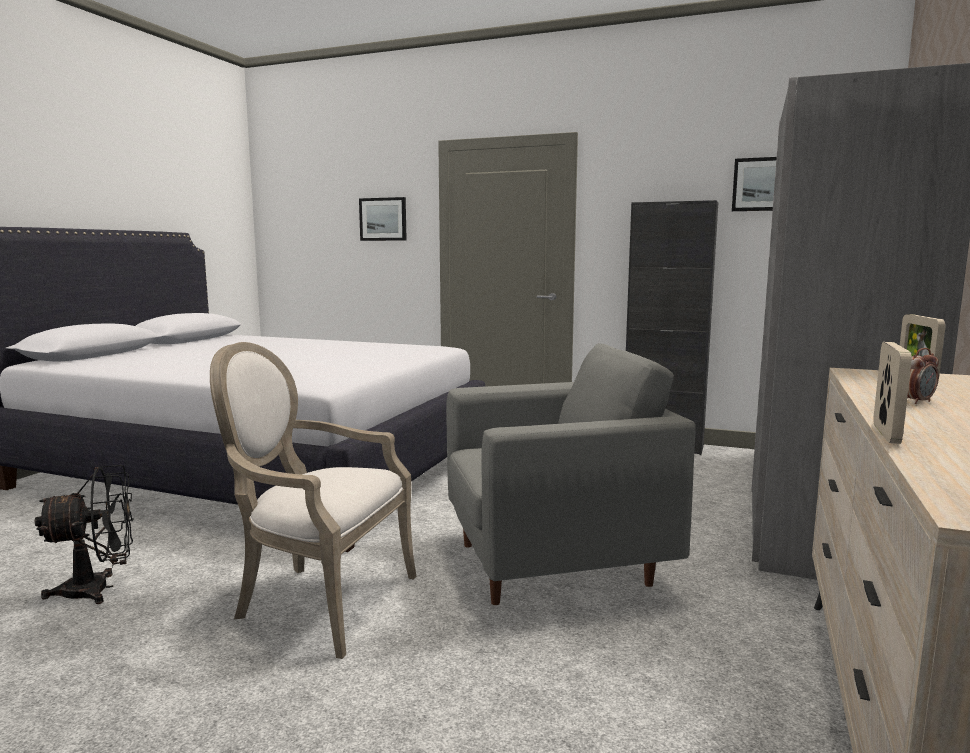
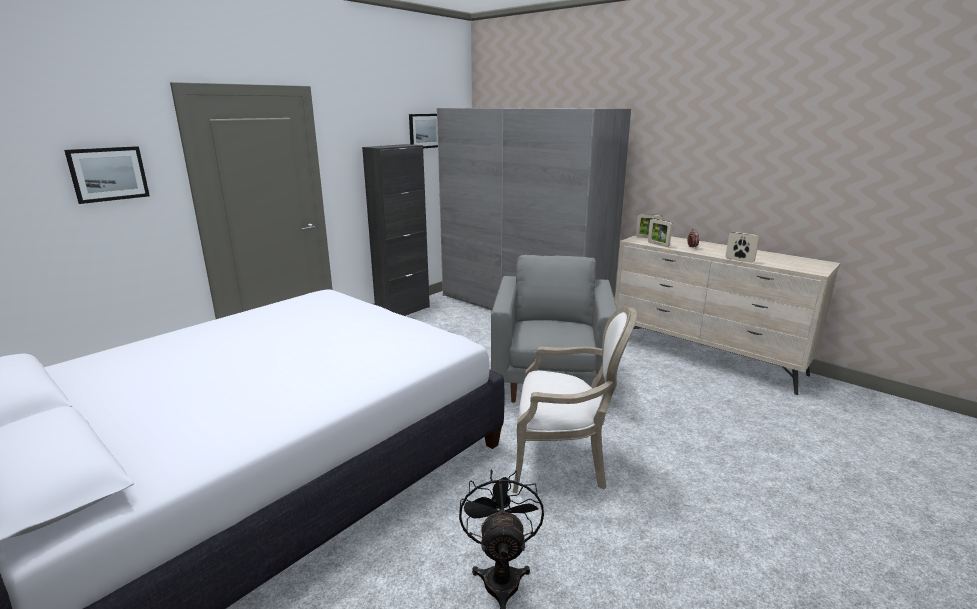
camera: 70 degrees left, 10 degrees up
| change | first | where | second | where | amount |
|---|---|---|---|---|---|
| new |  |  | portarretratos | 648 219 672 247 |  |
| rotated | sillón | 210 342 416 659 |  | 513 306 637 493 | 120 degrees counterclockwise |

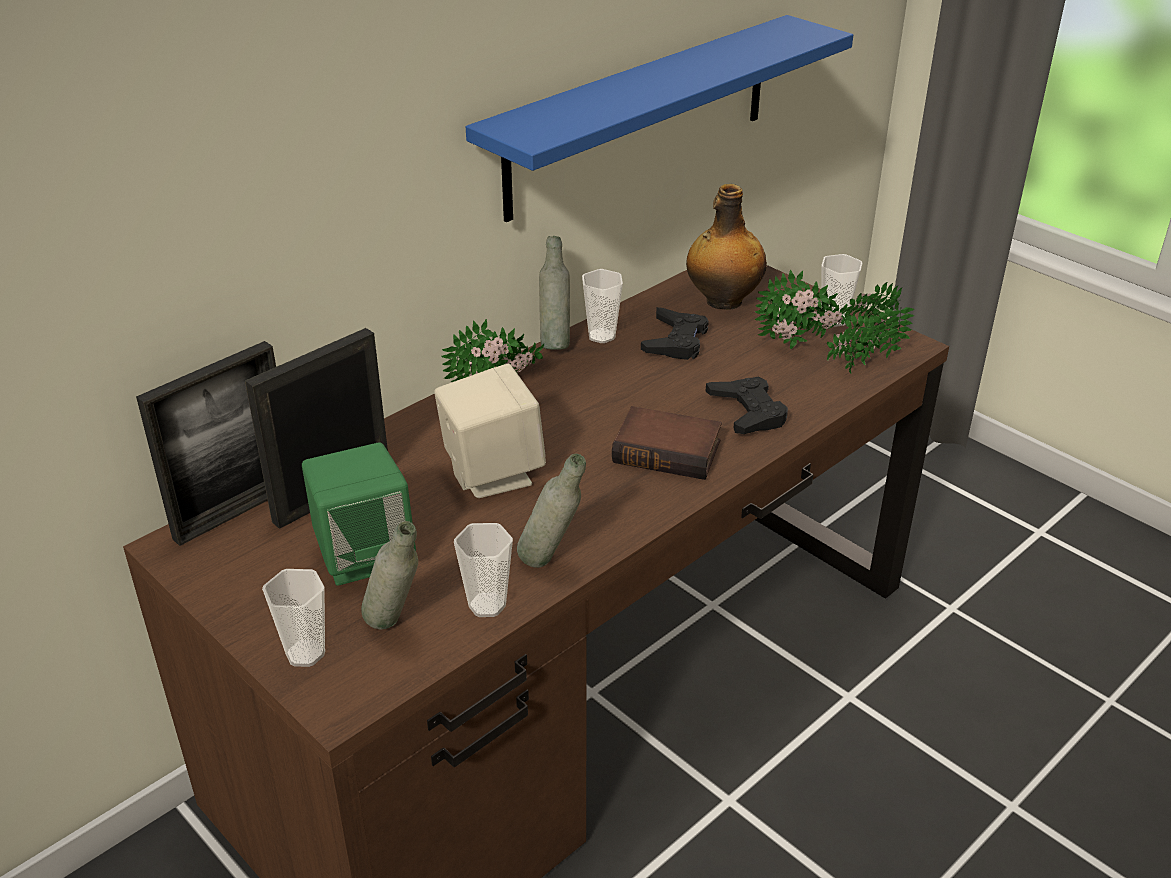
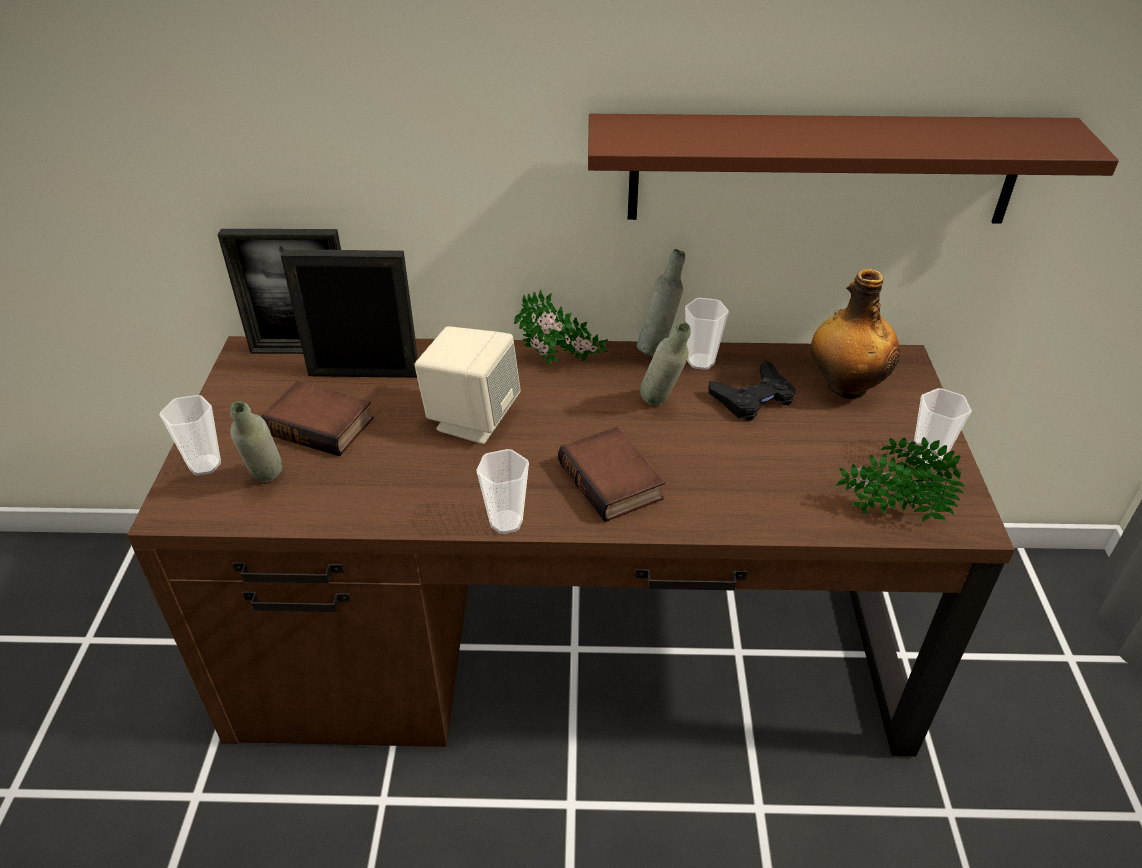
camera: 45 degrees right, 5 degrees up
| change | first | where | second | where | amount |
|---|---|---|---|---|---|
| gone | mando de consola/negro | 706 377 788 434 |  |  |  |
| gone | planta en maceta | 755 270 852 349 |  |  |  |
| shifted | taza | 454 523 513 617 |  | 476 449 529 534 |  |
| shifted | botella/gris | 517 453 586 568 |  | 640 322 691 405 |  |
| swapped | altavoz/verde | 302 442 416 586 | libro | 260 381 374 456 |  |
| repainted | estante/azul | 466 15 853 222 | estante/marrón | 588 114 1119 224 |  |

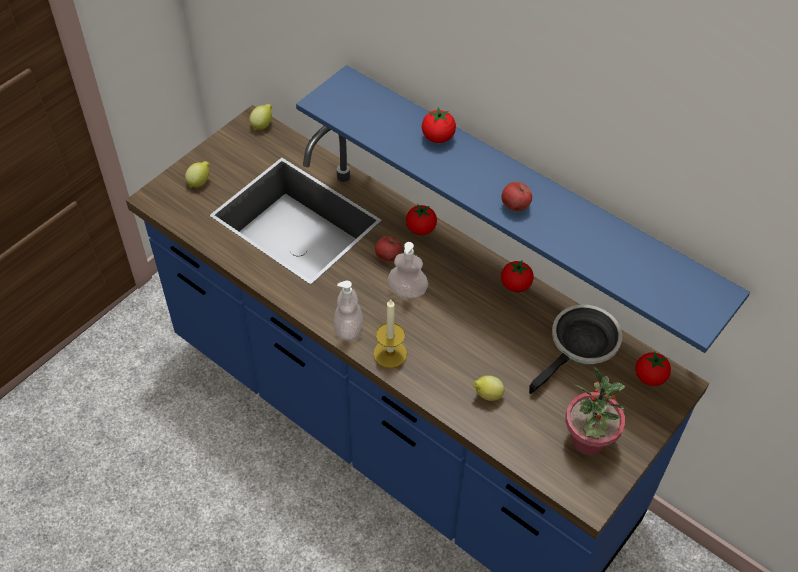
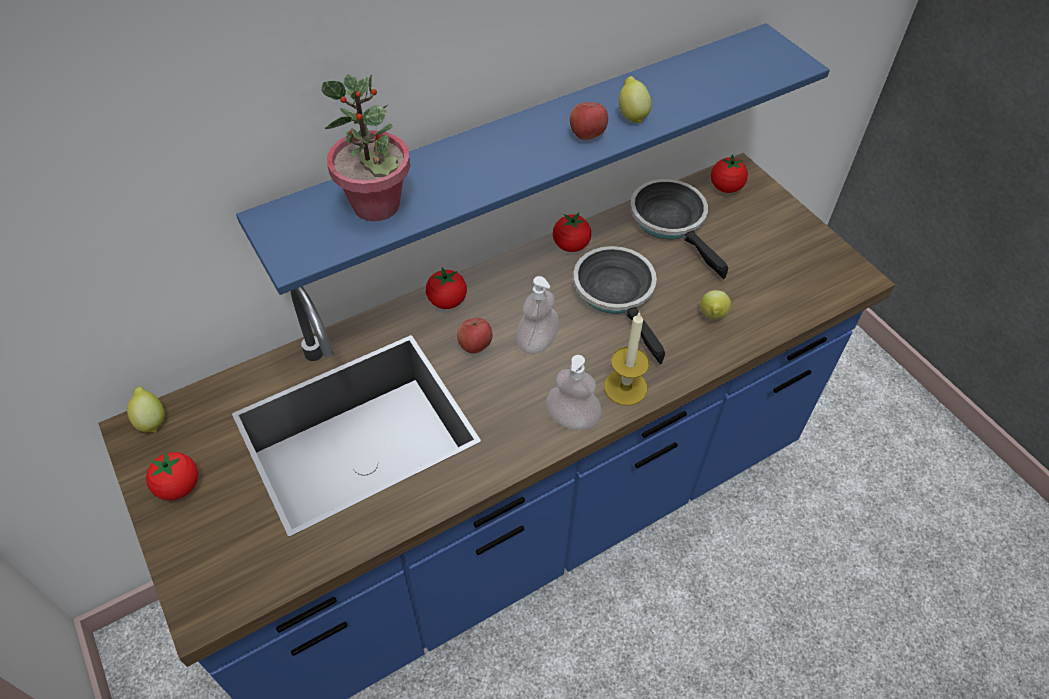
camera: 70 degrees left, 0 degrees up
| change | first | where | second | where | amount |
|---|---|---|---|---|---|
| new |  |  | sartén | 573 246 665 364 |  |
| shifted | limón | 185 161 210 188 |  | 619 76 652 123 |  |
| shifted | tomate | 422 107 456 143 |  | 146 451 198 500 |  |
| shifted | planta en maceta | 565 367 625 455 |  | 322 75 410 221 |  |

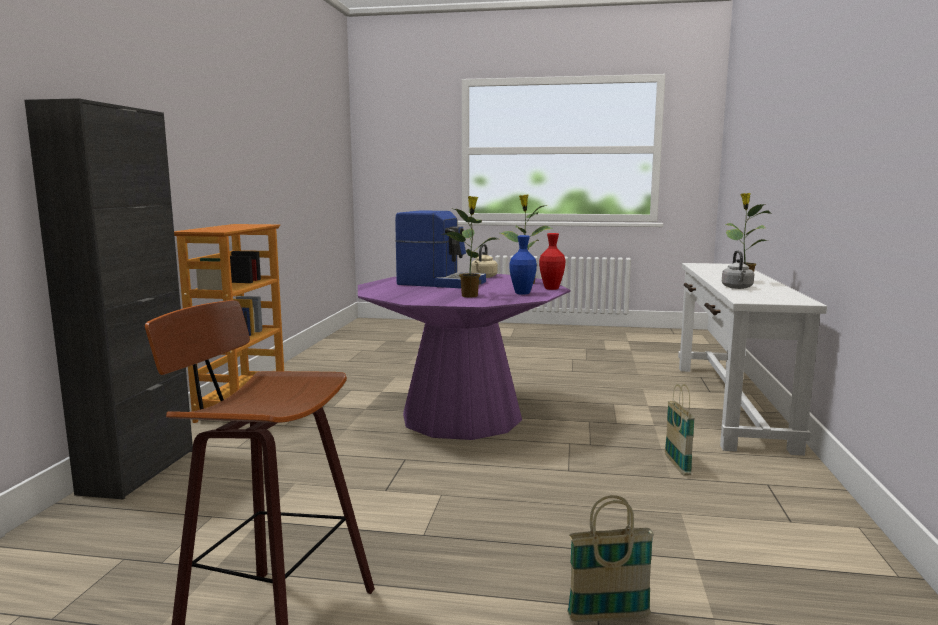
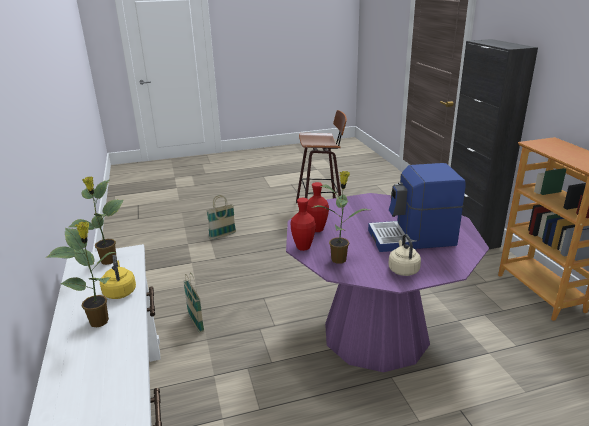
camera: 155 degrees right, 15 degrees up
| change | first | where | second | where | amount |
|---|---|---|---|---|---|
| shifted | planta en maceta | 442 196 497 298 |  | 69 176 124 265 |  |
| repainted | florero/azul | 509 235 537 295 | florero/rojo | 306 182 329 232 |  |
| repainted | hervidor/gris | 722 250 754 289 | hervidor/amarillo | 100 255 136 299 |  |

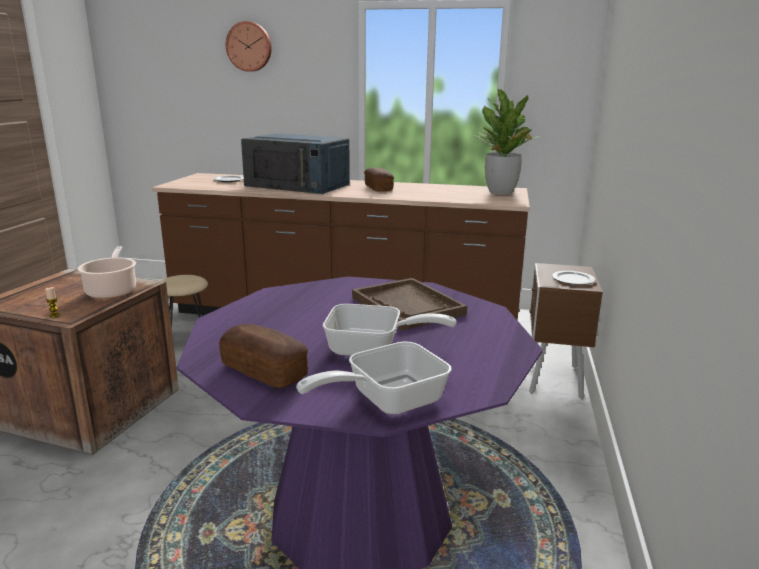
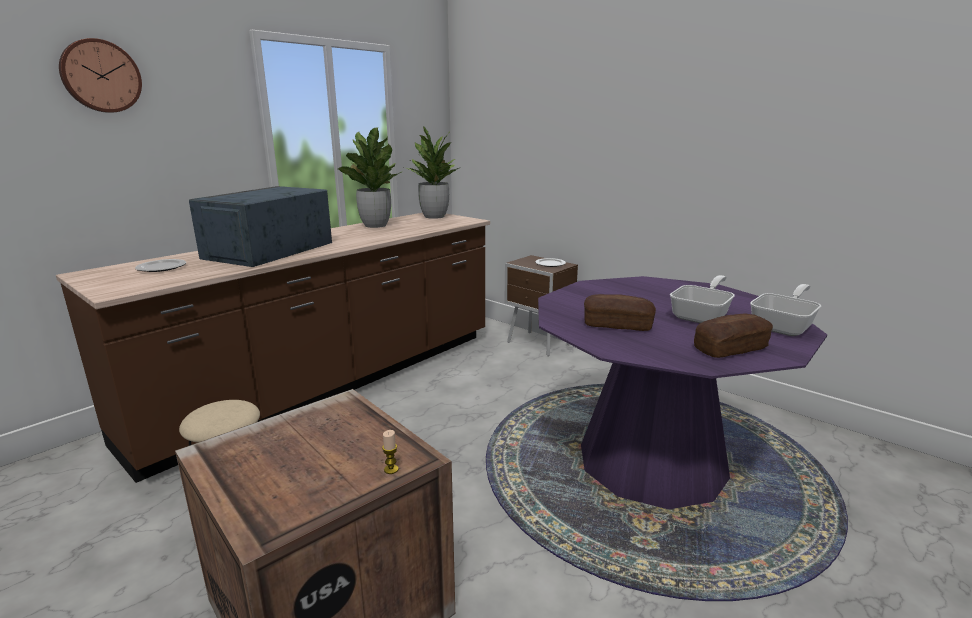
camera: 60 degrees left, 0 degrees up
| change | first | where | second | where | amount |
|---|---|---|---|---|---|
| gone | olla | 77 246 136 299 |  |  |  |
| gone | bandeja/marrón | 352 278 467 330 |  |  |  |
| new |  |  | planta en maceta | 338 127 401 228 |  |
| shifted | pan | 364 167 394 192 |  | 584 294 656 331 |  |
| rotated | microondas/azul | 241 133 350 194 |  | 189 186 332 267 | 150 degrees clockwise |
| rotated | sartén | 296 342 452 415 |  | 750 284 821 336 | 135 degrees counterclockwise |

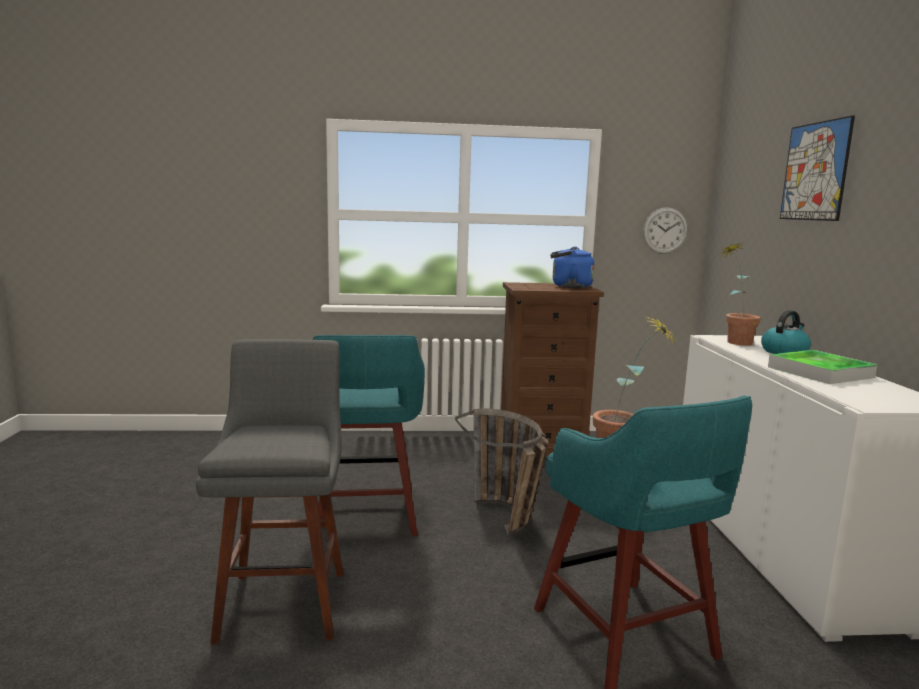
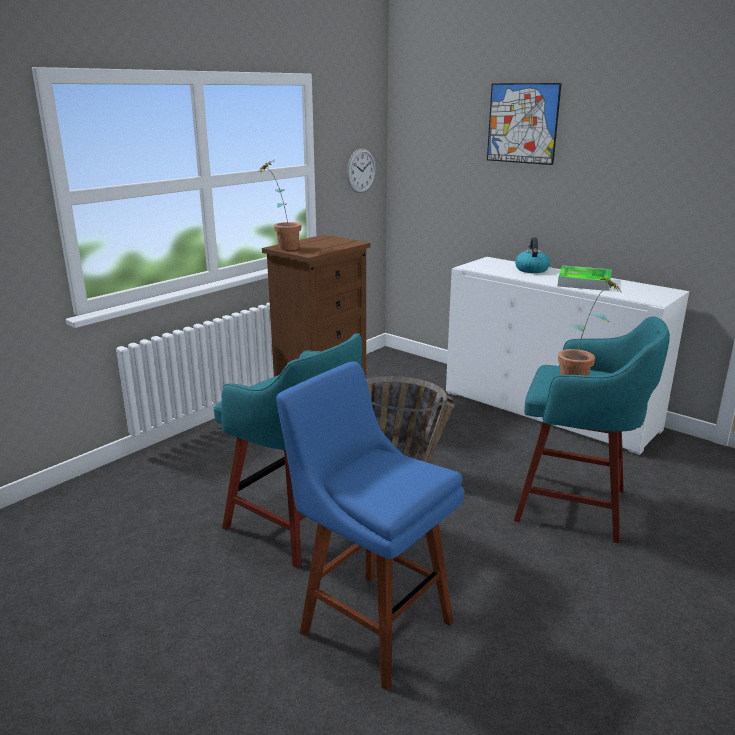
camera: 45 degrees left, 10 degrees up
| change | first | where | second | where | amount |
|---|---|---|---|---|---|
| gone | hervidor/azul | 550 247 595 288 |  |  |  |
| shifted | planta en maceta | 718 242 761 346 |  | 256 160 301 250 |  |
| repainted | taburete/gris | 196 339 343 644 | taburete/azul | 276 362 465 690 |  |

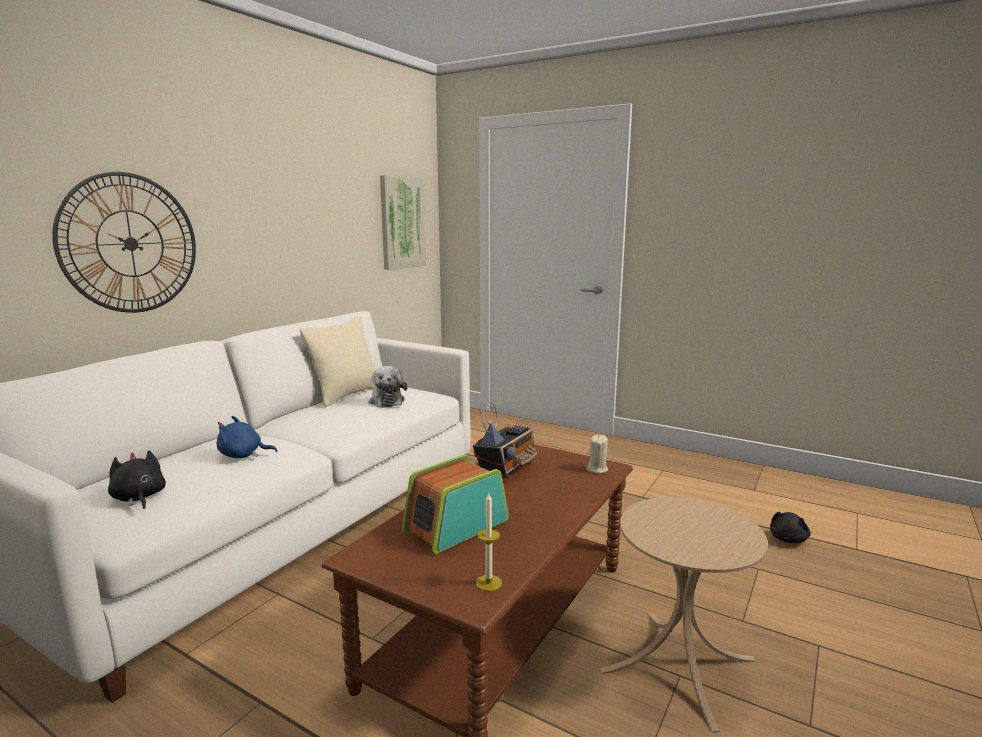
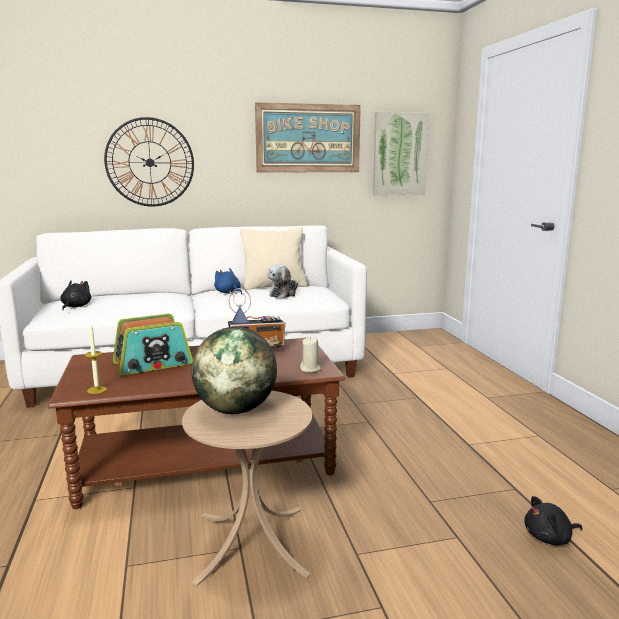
camera: 45 degrees right, 0 degrees up
| change | first | where | second | where | amount |
|---|---|---|---|---|---|
| new |  |  | globo terráqueo | 191 327 277 414 |  |
| new |  |  | cuadro | 255 102 361 173 |  |
| shifted | peluche/azul | 217 416 278 458 |  | 214 268 242 294 |  |
| rotated | radio | 402 455 509 554 |  | 113 314 193 375 | 150 degrees clockwise |

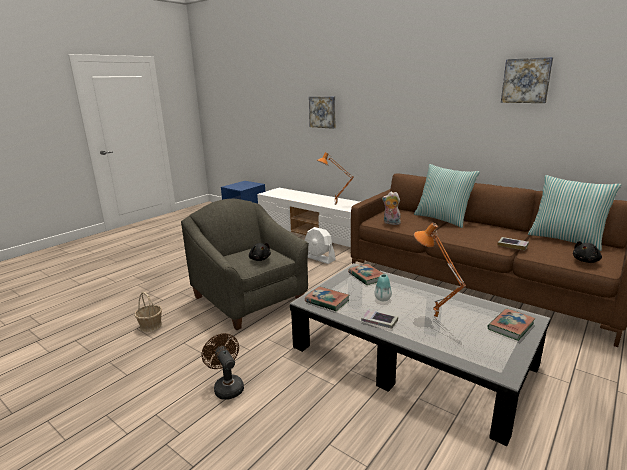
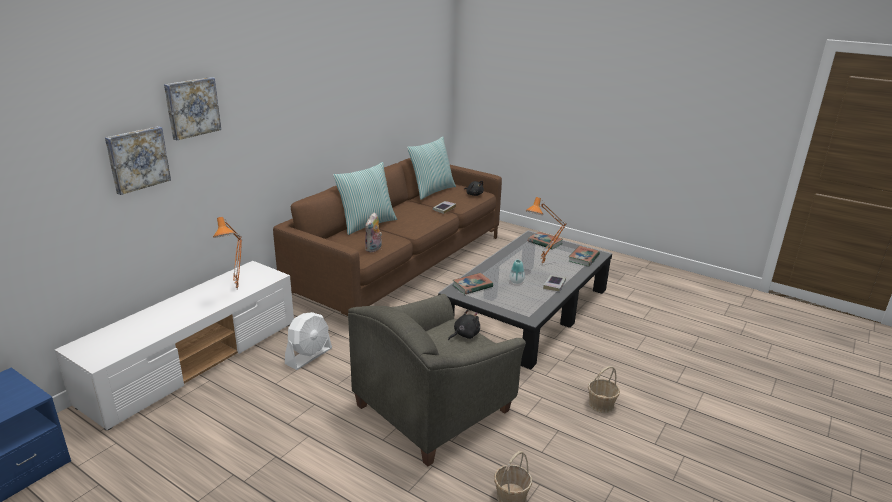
camera: 95 degrees left, 5 degrees up
| change | first | where | second | where | amount |
|---|---|---|---|---|---|
| shifted | libro | 305 286 349 311 |  | 569 246 600 266 |  |
| shifted | cuadro | 501 57 553 103 |  | 164 77 221 140 |  |
| swapped | ventilador/marrón | 202 333 244 400 | cesta | 588 366 620 413 |  |

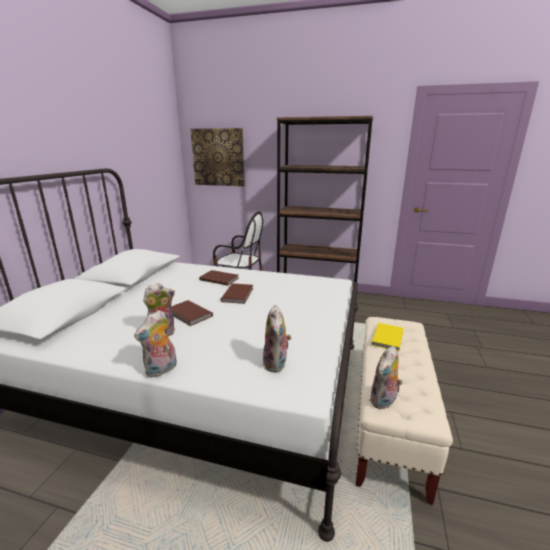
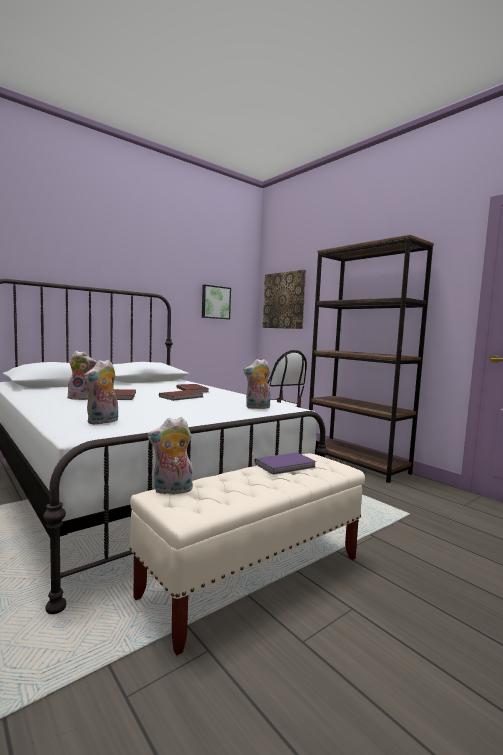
camera: 35 degrees right, 15 degrees down
| change | first | where | second | where | amount |
|---|---|---|---|---|---|
| new |  |  | cuadro | 202 285 231 319 |  |
| shifted | peluche | 134 310 177 378 |  | 243 359 271 409 |  |
| repainted | libro/amarillo | 371 323 404 352 | libro/morado | 254 452 316 475 |  |

